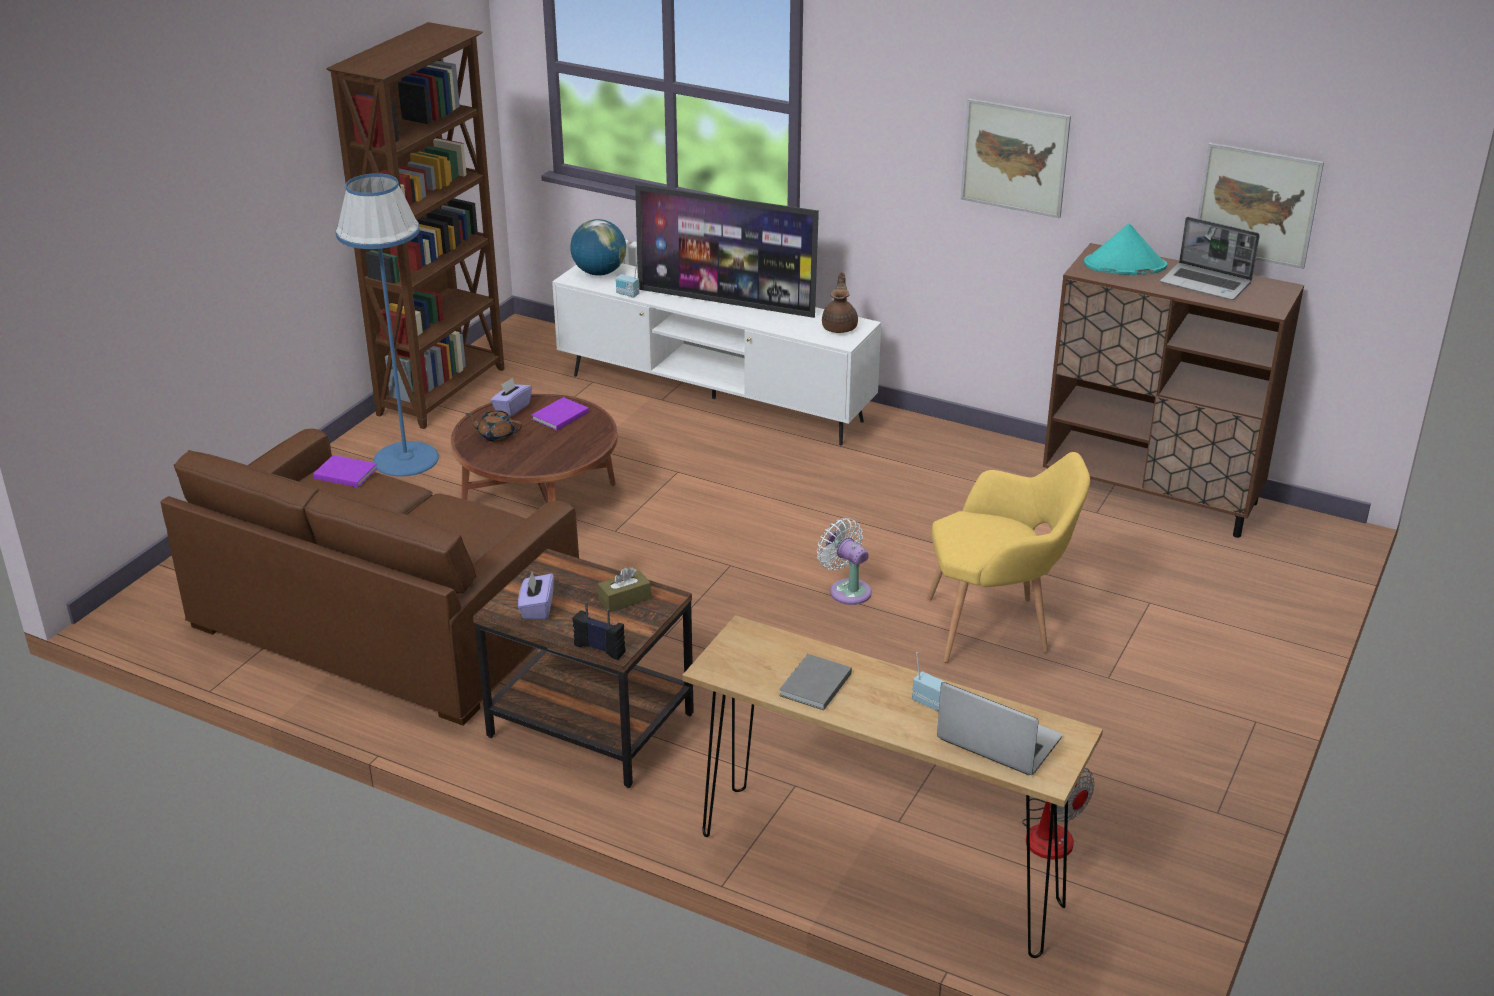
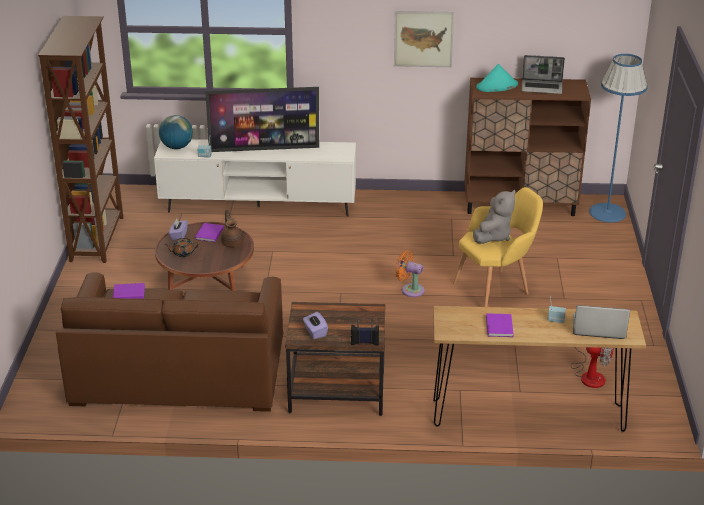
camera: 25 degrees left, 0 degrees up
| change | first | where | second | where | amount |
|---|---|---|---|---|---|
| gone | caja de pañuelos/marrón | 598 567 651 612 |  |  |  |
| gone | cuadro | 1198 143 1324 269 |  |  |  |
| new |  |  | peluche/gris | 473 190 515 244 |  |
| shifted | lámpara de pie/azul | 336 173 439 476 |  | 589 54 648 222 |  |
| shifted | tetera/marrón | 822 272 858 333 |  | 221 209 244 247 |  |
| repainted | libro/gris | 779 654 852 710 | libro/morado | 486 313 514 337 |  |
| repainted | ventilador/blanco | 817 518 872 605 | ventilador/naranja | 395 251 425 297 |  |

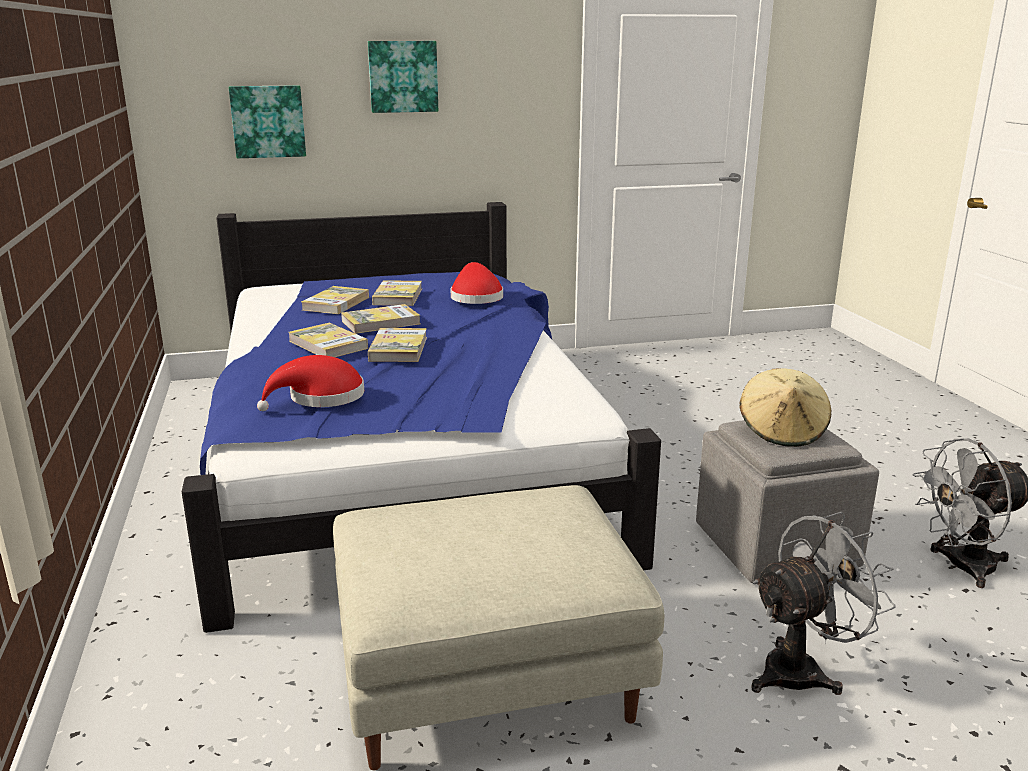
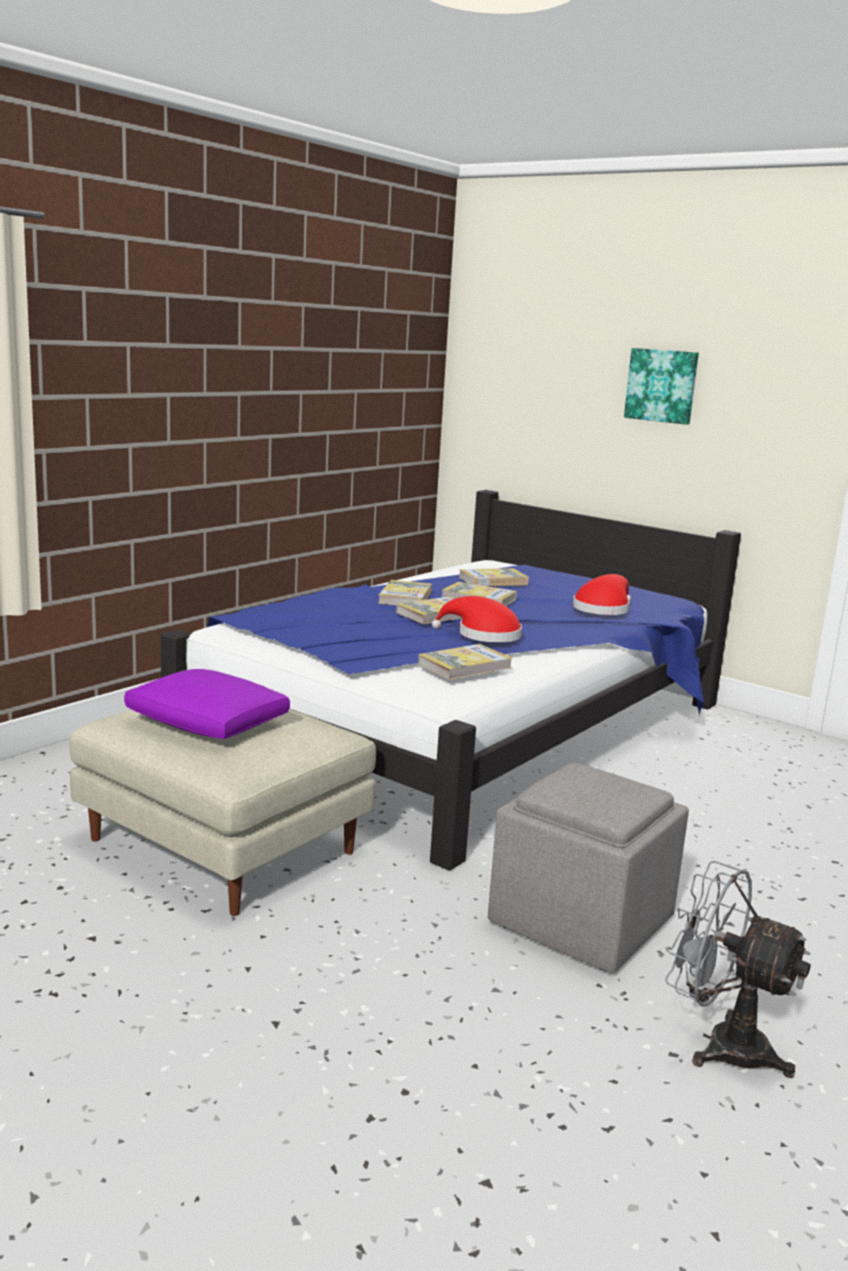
camera: 50 degrees right, 5 degrees down
| change | first | where | second | where | amount |
|---|---|---|---|---|---|
| gone | cuadro | 229 85 306 158 |  |  |  |
| gone | sombrero/beis | 739 368 831 447 |  |  |  |
| gone | ventilador/gris | 751 512 896 695 |  |  |  |
| new |  |  | cojín/morado | 124 669 290 739 |  |
| shifted | sombrero/rojo | 257 355 364 411 |  | 432 596 522 642 |  |
| shifted | libro | 372 280 422 306 |  | 418 644 512 680 |  |

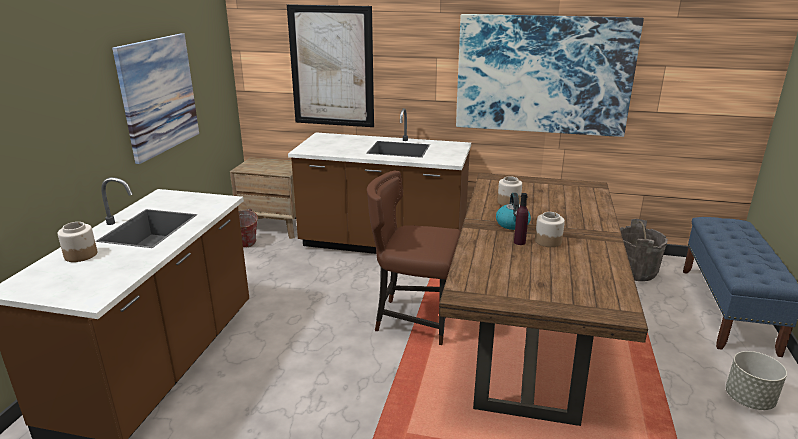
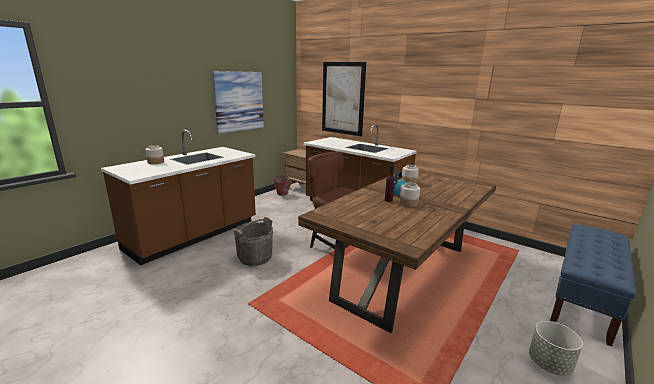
camera: 25 degrees right, 5 degrees down
| change | first | where | second | where | amount |
|---|---|---|---|---|---|
| gone | cuadro | 456 14 644 137 |  |  |  |
| shifted | cubo/gris | 620 219 668 281 |  | 234 217 273 266 |  |

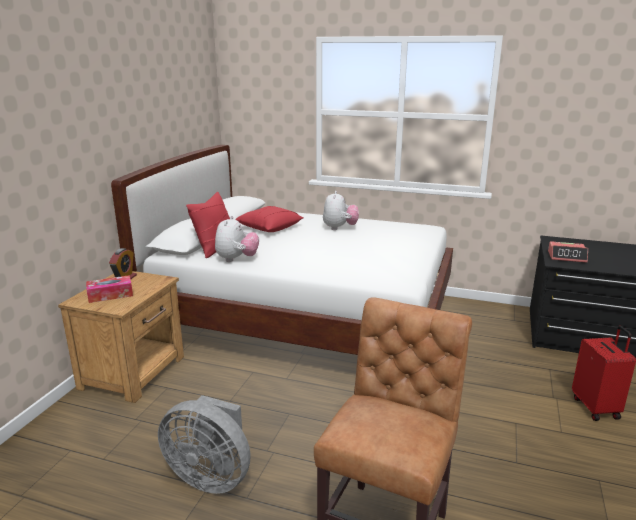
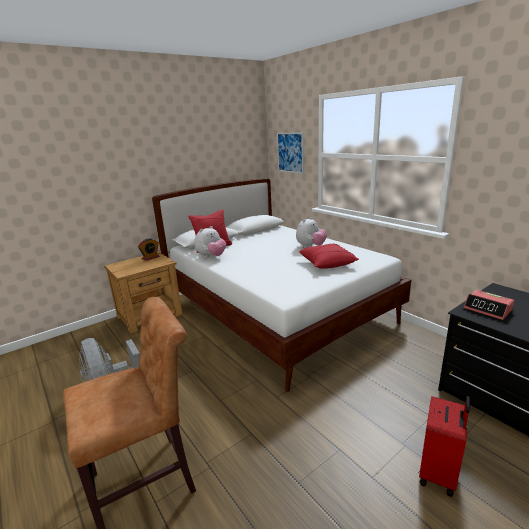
camera: 35 degrees right, 0 degrees up
| change | first | where | second | where | amount |
|---|---|---|---|---|---|
| gone | caja de pañuelos | 86 275 133 303 |  |  |  |
| new |  |  | cuadro | 277 132 304 174 |  |
| shifted | cojín/rojo | 235 206 304 232 |  | 299 244 359 269 |  |

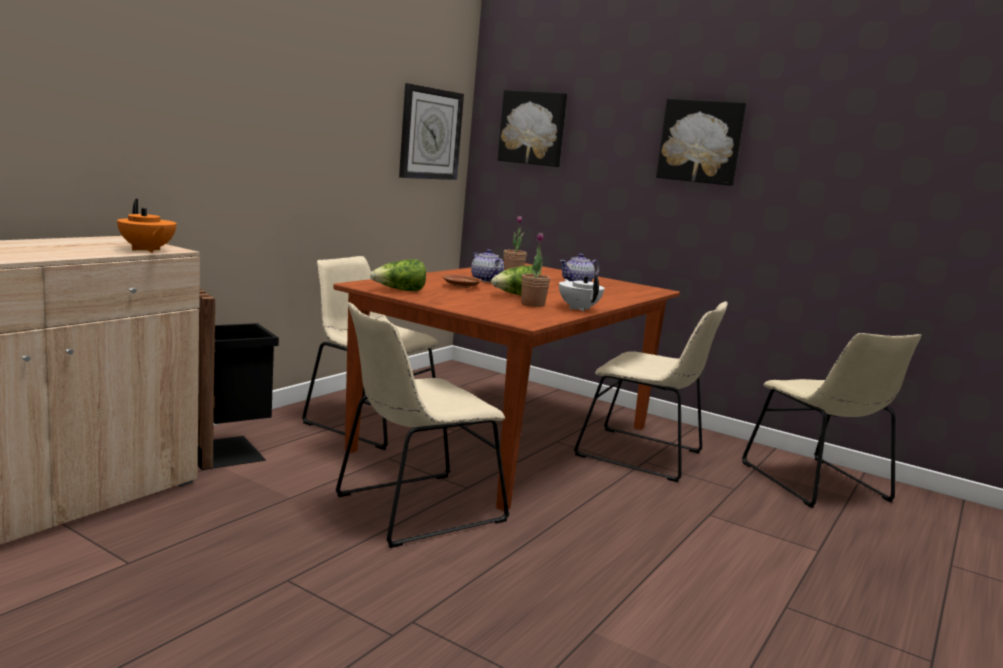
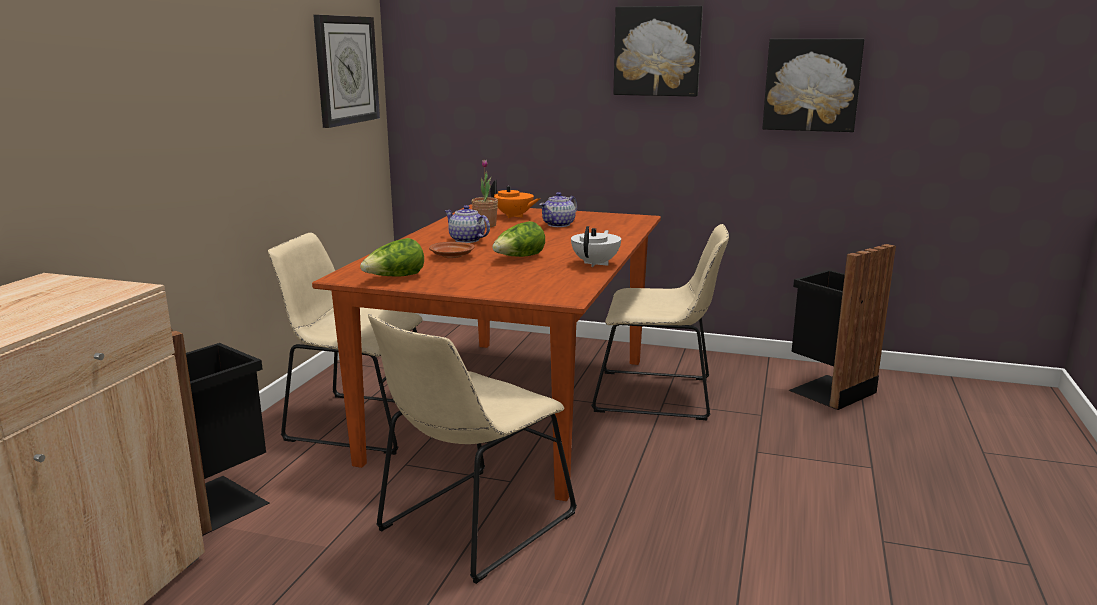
camera: 15 degrees left, 5 degrees up
| change | first | where | second | where | amount |
|---|---|---|---|---|---|
| gone | planta en maceta | 521 233 550 307 |  |  |  |
| shifted | tetera/naranja | 117 199 177 252 |  | 490 180 540 218 |  |
| shifted | cuadro | 498 90 567 167 |  | 762 39 864 132 |  |
| swapped | silla/beis | 742 333 921 508 | papelera/negro | 788 244 896 410 |  |
| rotated | tetera/blanco | 559 274 605 311 |  | 571 226 621 267 | 60 degrees clockwise |

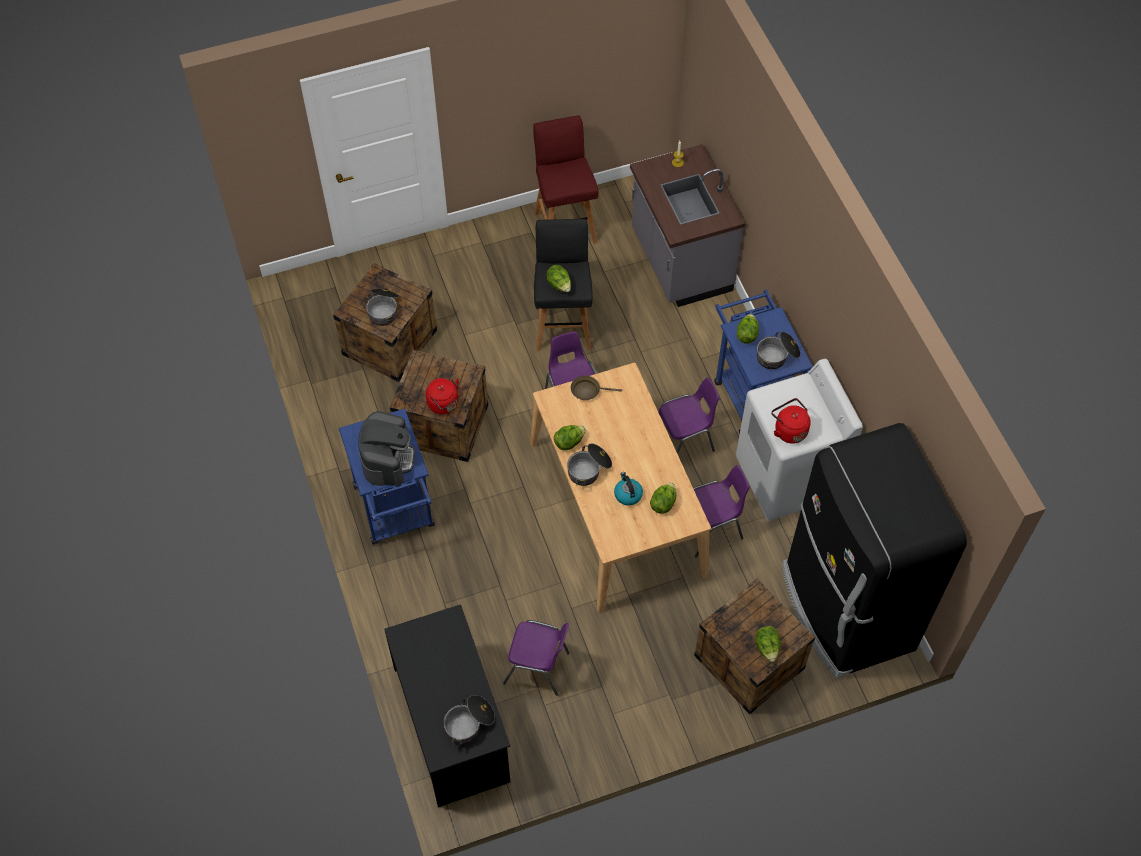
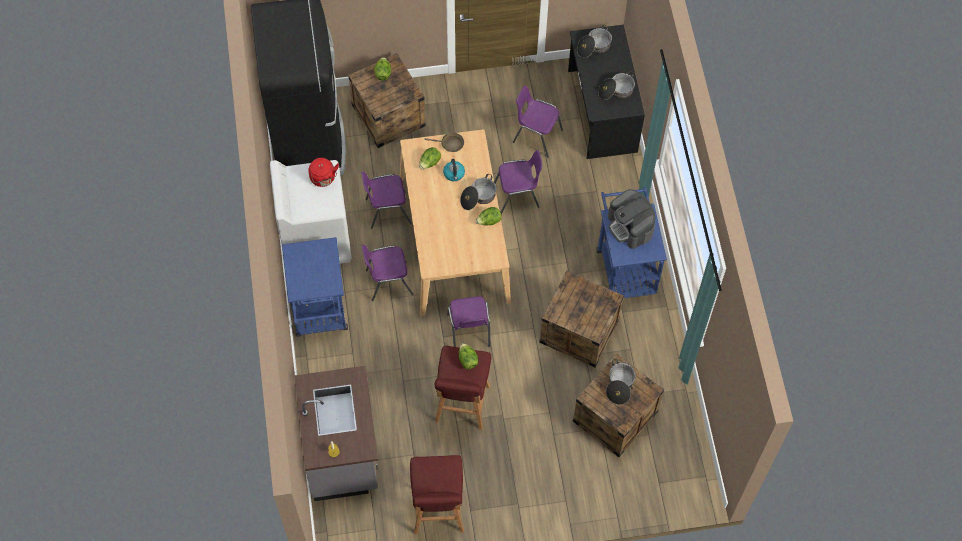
camera: 170 degrees left, 5 degrees up
| change | first | where | second | where | amount |
|---|---|---|---|---|---|
| gone | hervidor/rojo | 426 378 464 414 |  |  |  |
| gone | lechuga | 737 314 759 344 |  |  |  |
| new |  |  | silla/morado | 494 150 543 214 |  |
| shifted | sartén/marrón | 571 376 622 400 |  | 424 133 464 152 |  |
| shifted | olla | 757 332 800 369 |  | 598 71 635 100 |  |
| repainted | taburete/negro | 534 219 593 351 | taburete/rojo | 435 346 491 430 |  |
| rotated | cafetera | 358 411 415 486 |  | 608 189 655 249 | 45 degrees counterclockwise |

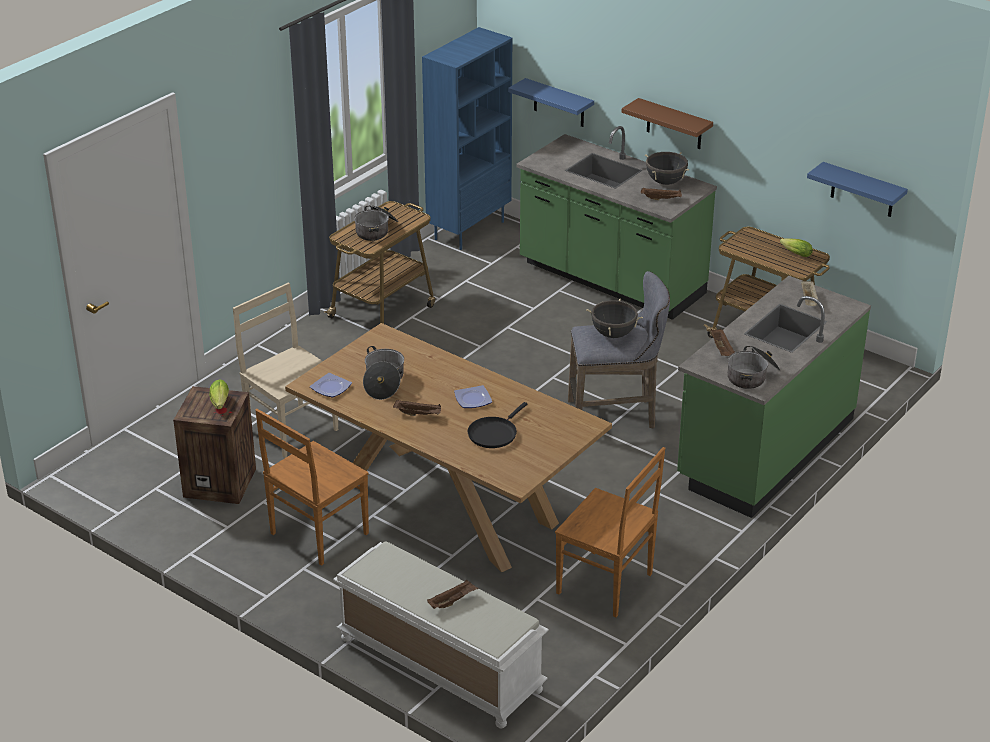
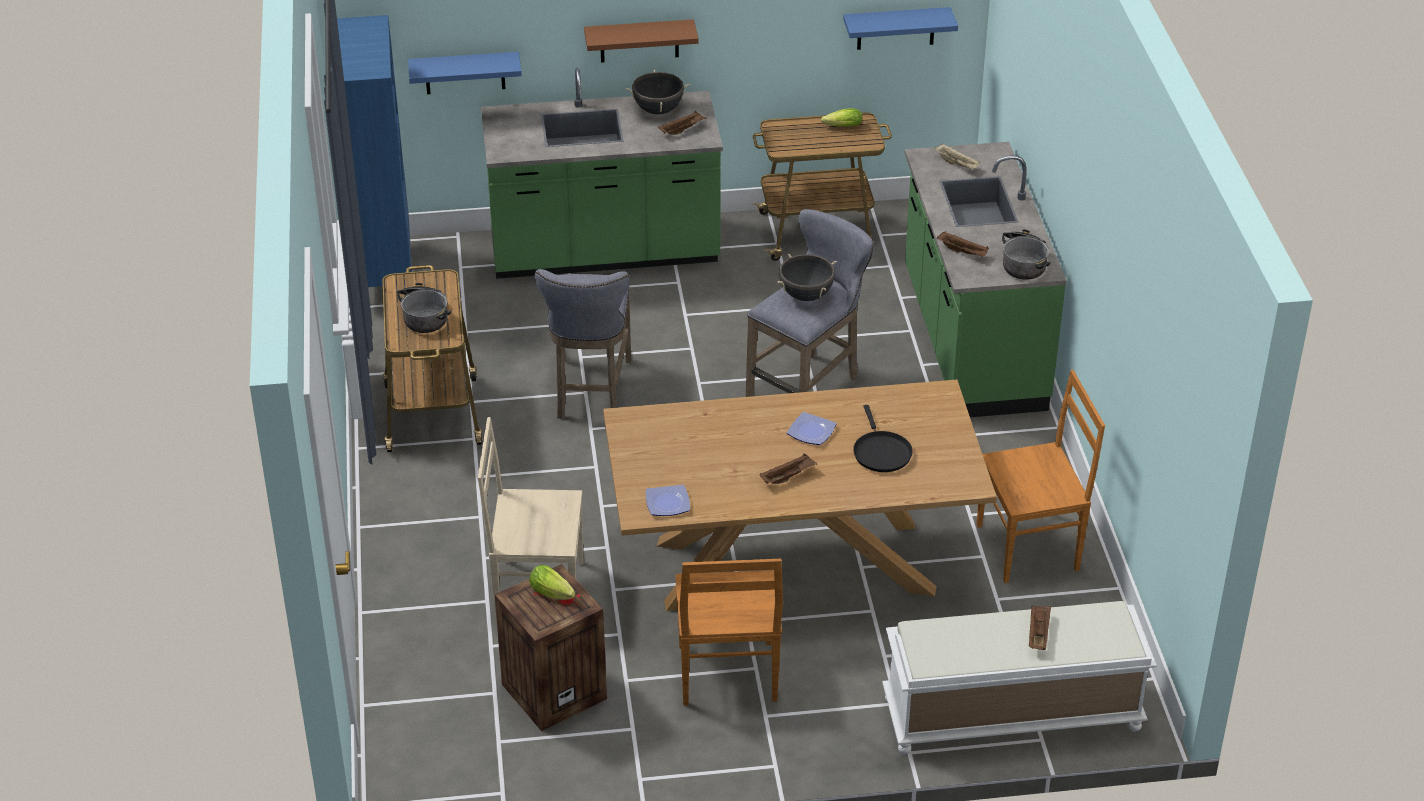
camera: 45 degrees left, 5 degrees up
| change | first | where | second | where | amount |
|---|---|---|---|---|---|
| gone | olla | 363 346 404 400 |  |  |  |
| new |  |  | taburete/gris | 535 269 631 419 |  |

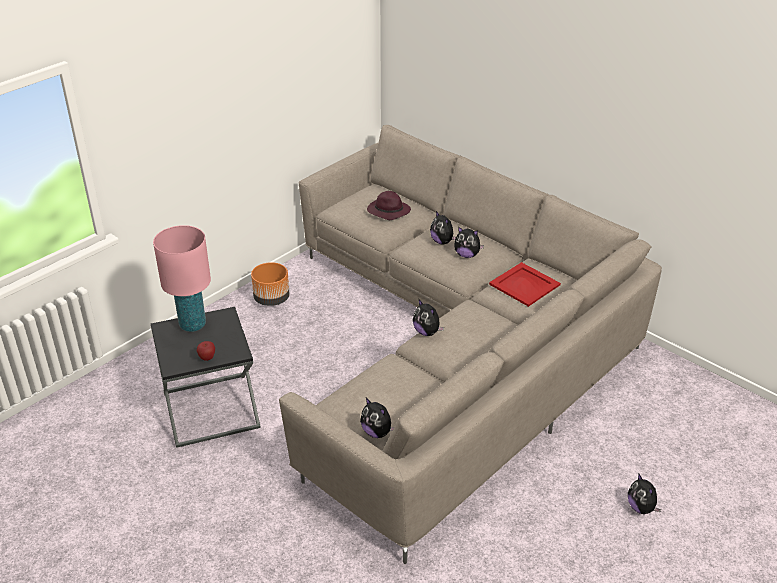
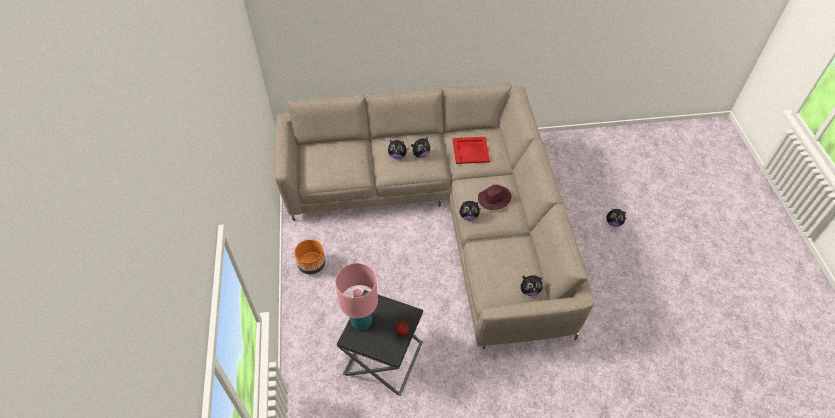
camera: 50 degrees left, 15 degrees up
| change | first | where | second | where | amount |
|---|---|---|---|---|---|
| shifted | sombrero/morado | 367 191 411 220 |  | 478 185 512 210 |  |

